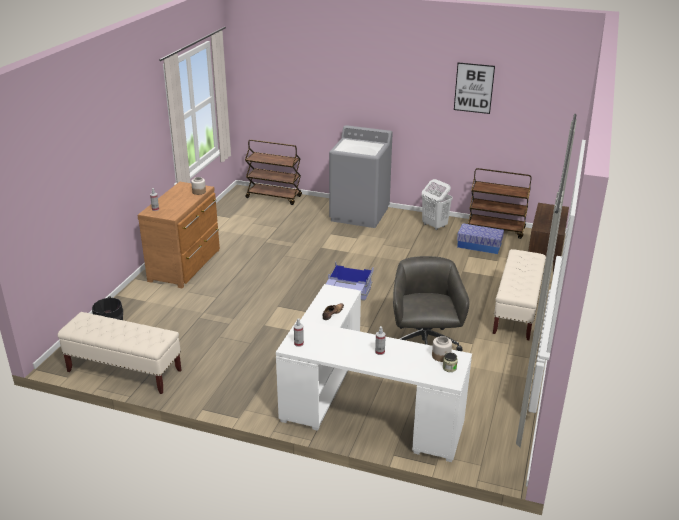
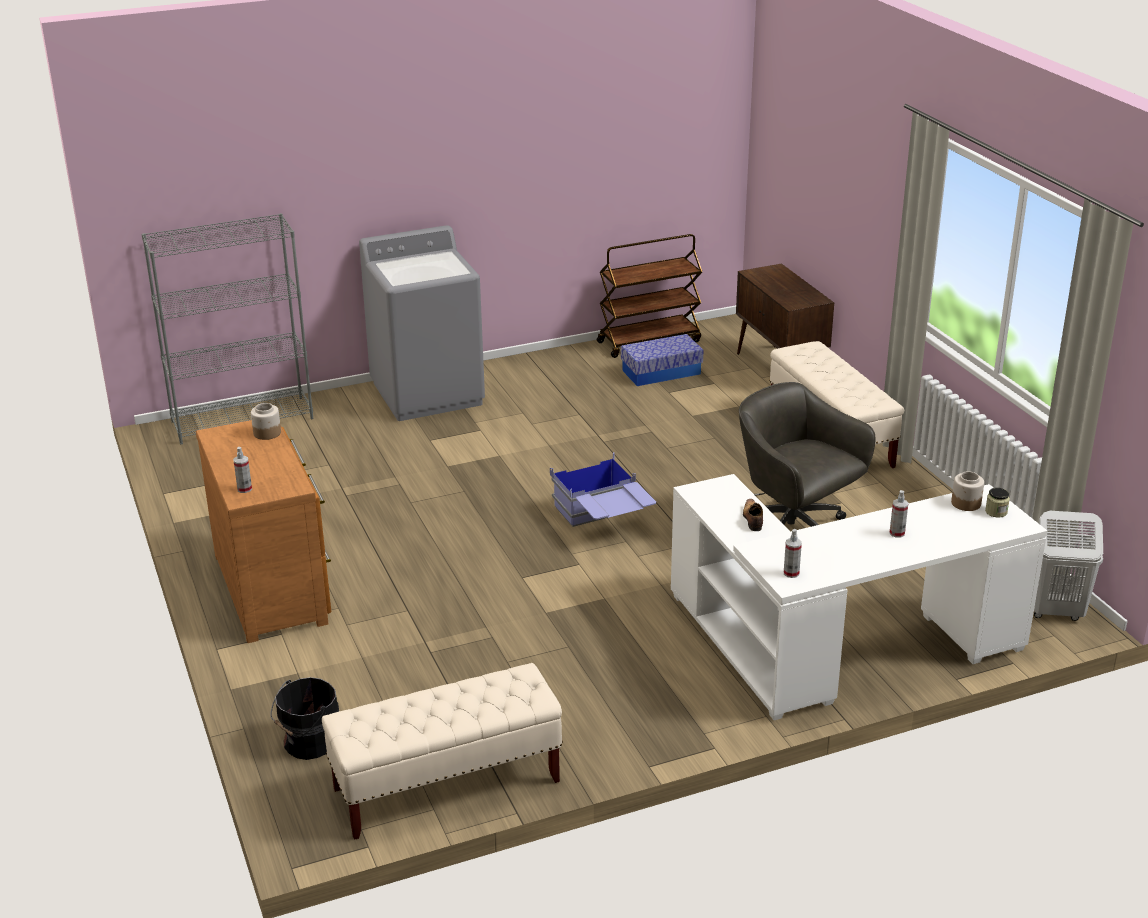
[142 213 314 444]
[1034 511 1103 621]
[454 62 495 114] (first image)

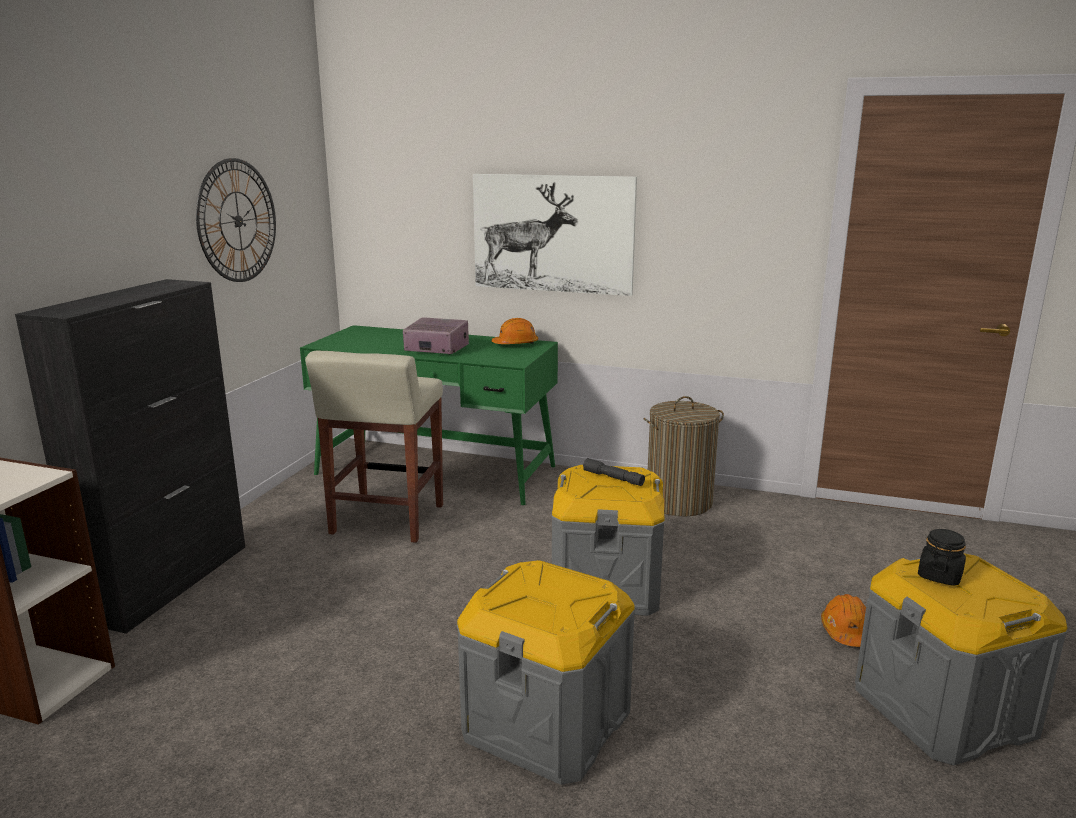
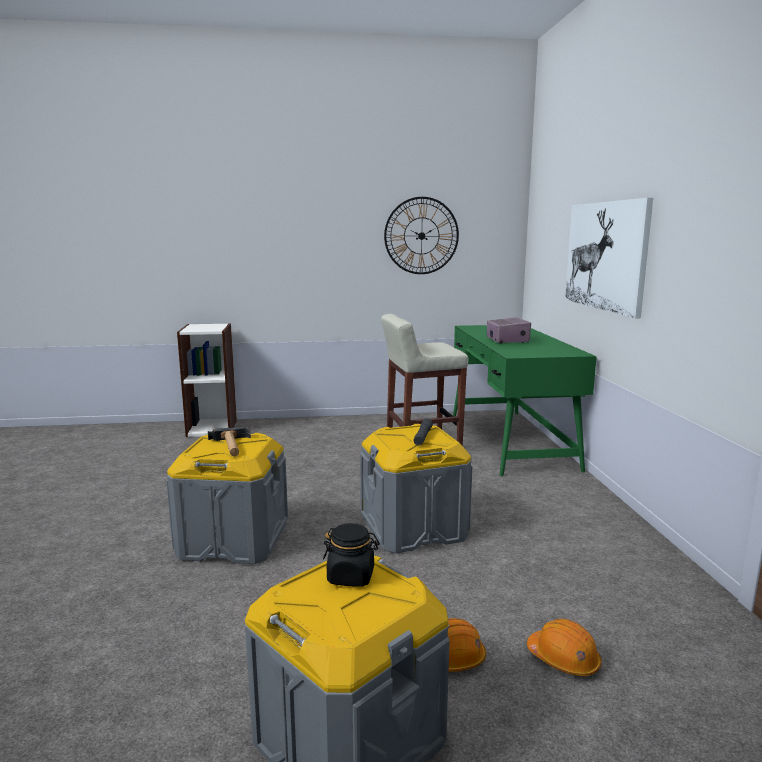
[208 427 251 456]
[527 619 602 676]
[15 279 245 634] (first image)
[644 396 724 516] (first image)

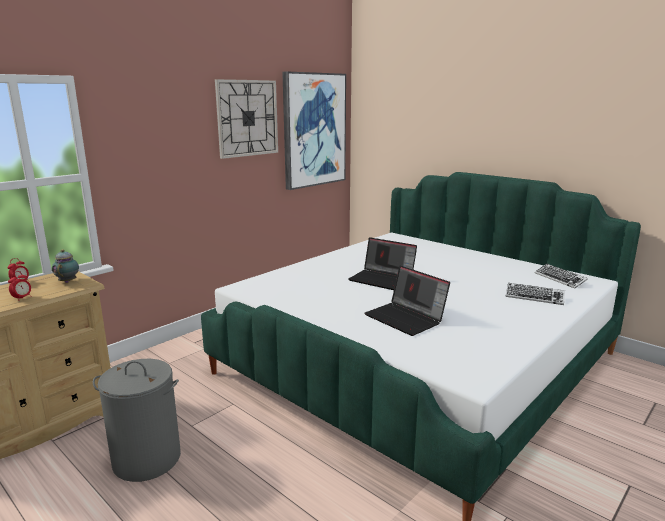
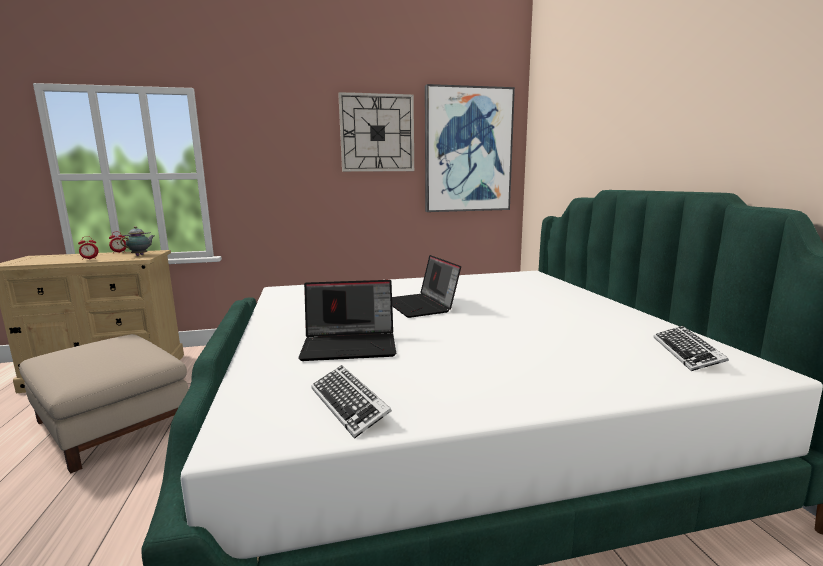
[19 334 189 473]
[298 280 396 361]
[311 366 392 439]

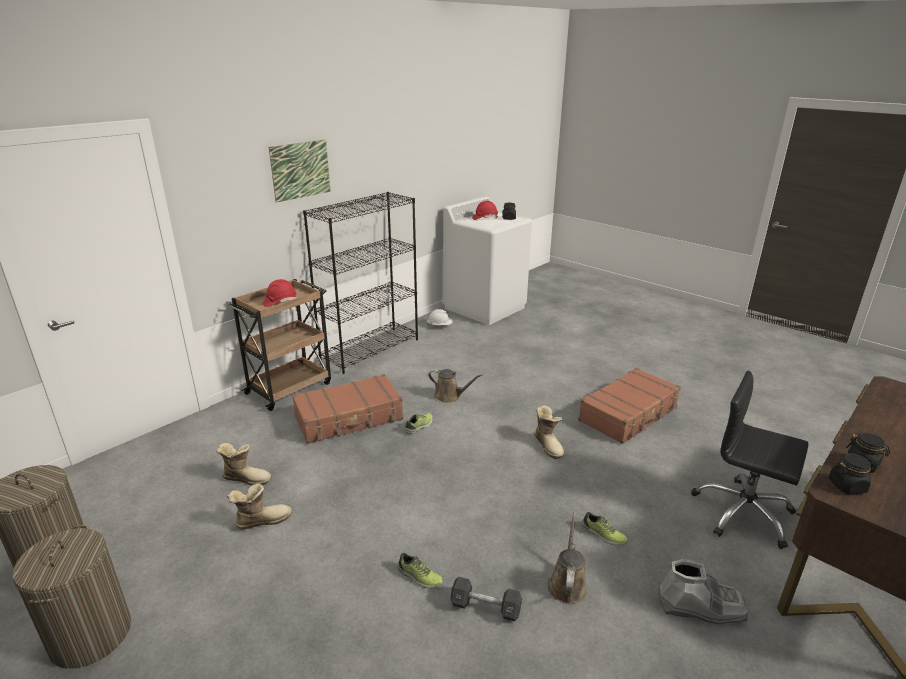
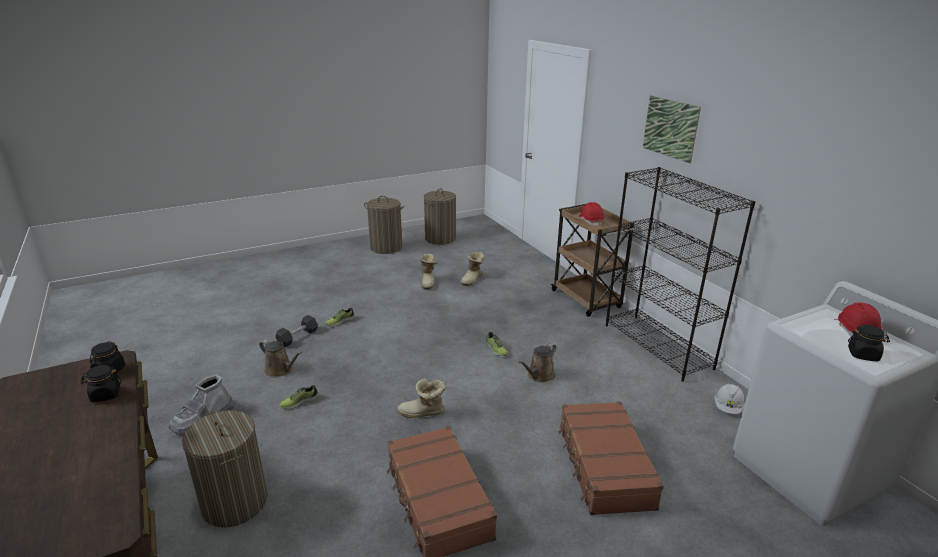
[182 410 267 528]
[558 402 664 515]

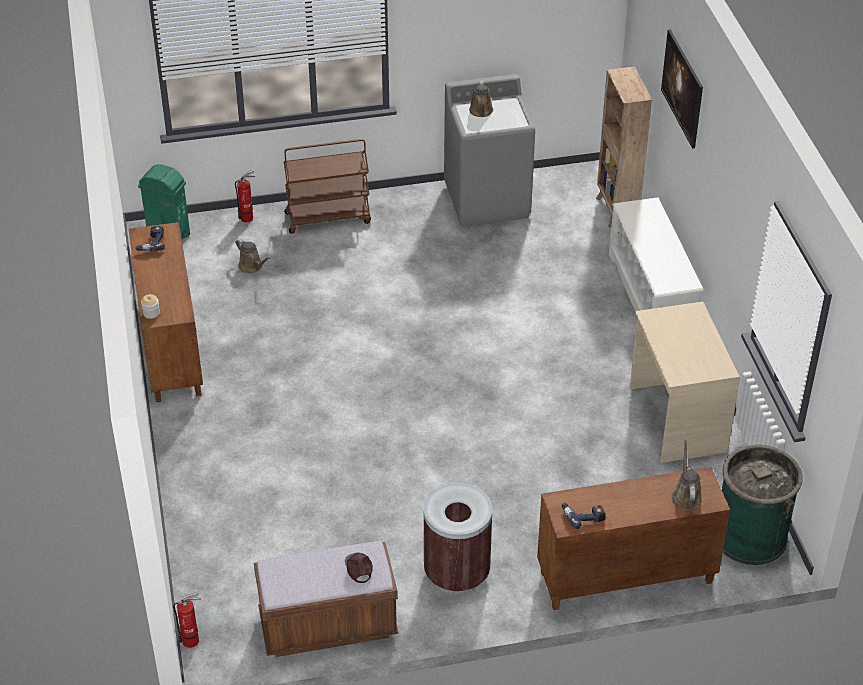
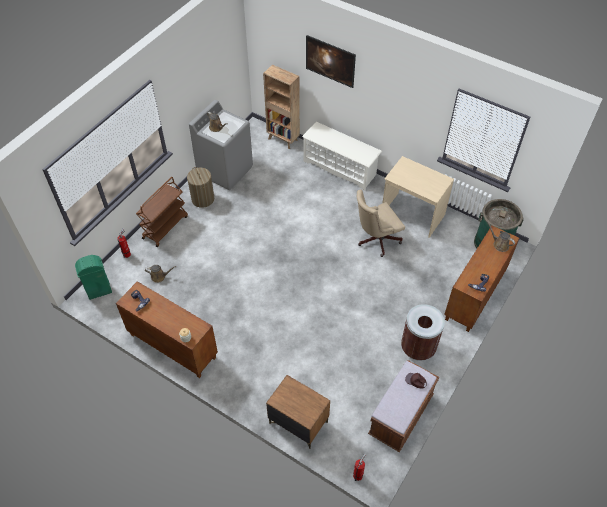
[187 167 214 208]
[266 375 330 449]
[357 189 405 257]

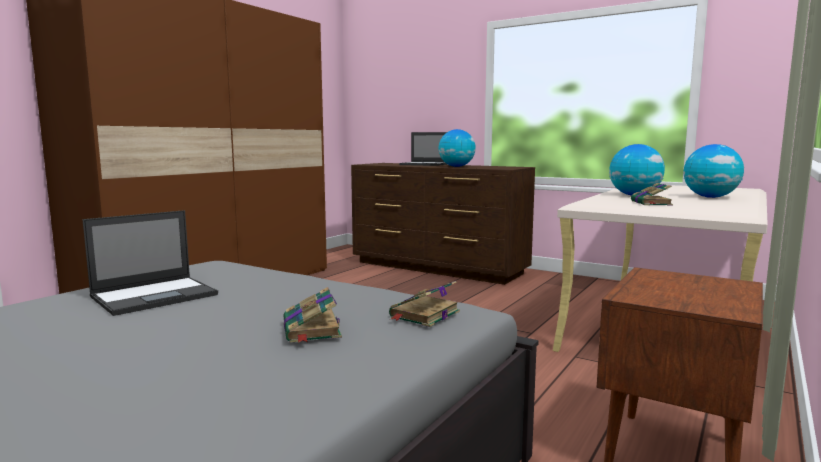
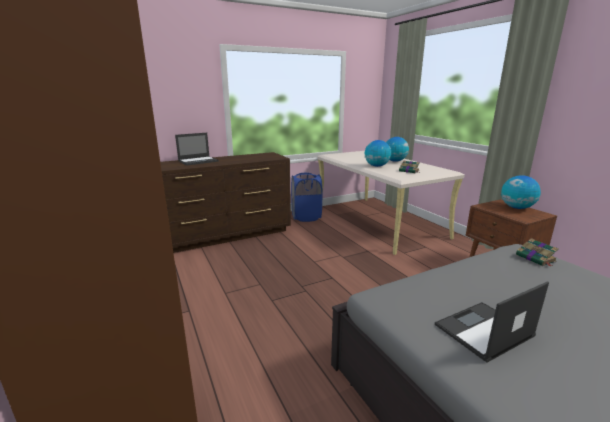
[291 172 322 222]
[435 281 549 363]
[501 175 541 209]
[284 287 342 343] (first image)

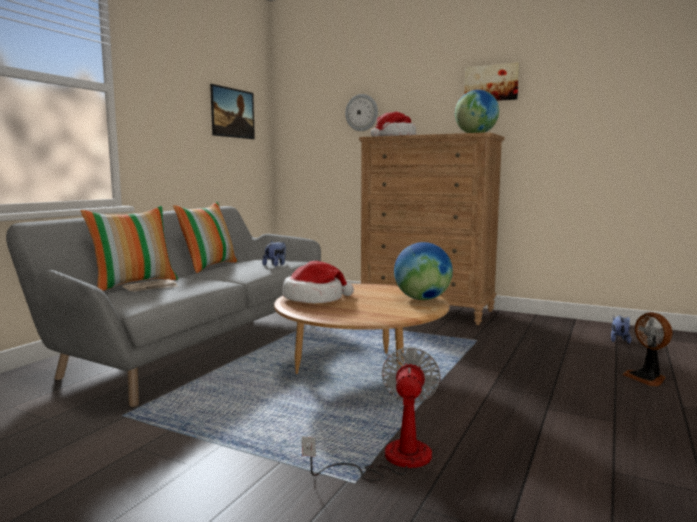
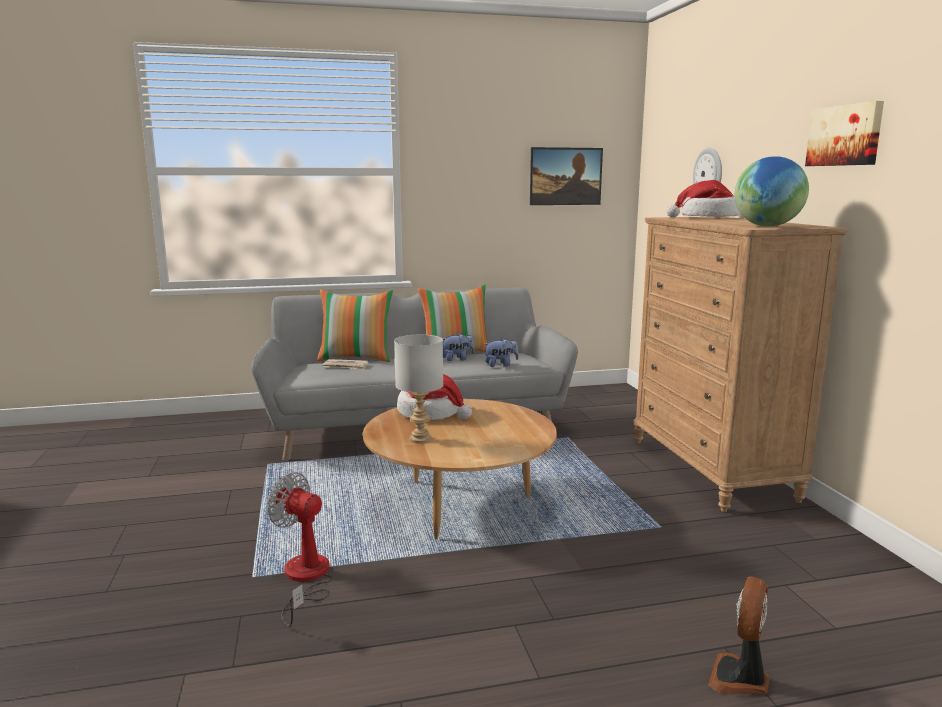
[267 472 333 627]
[394 334 443 444]
[443 332 475 361]
[394 242 453 300] (first image)

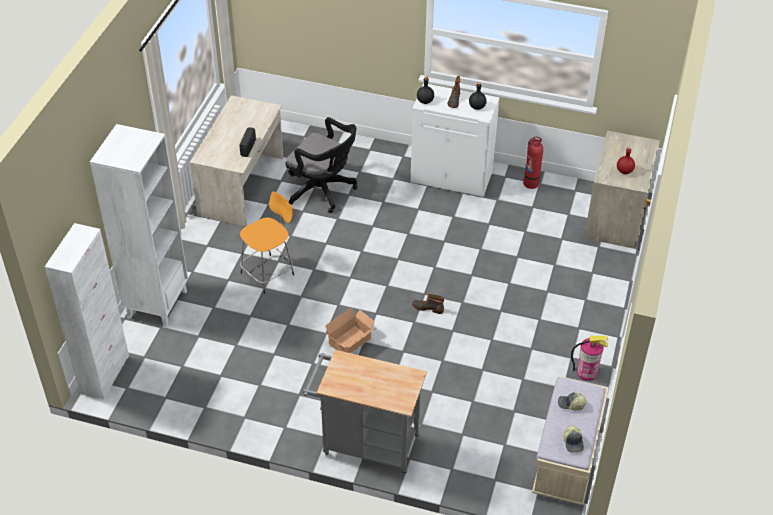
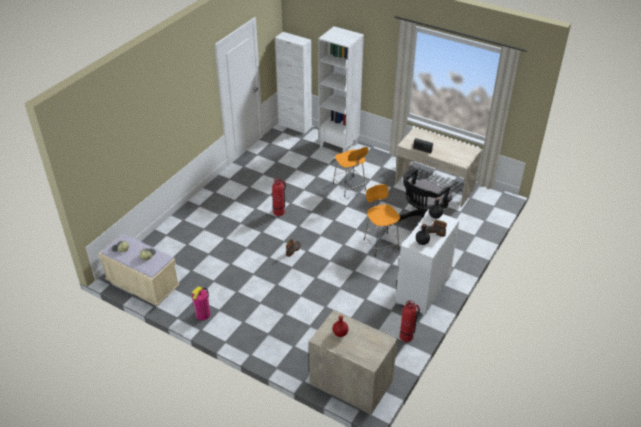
[272 178 286 216]
[364 184 400 257]
[303 350 427 475] (first image)

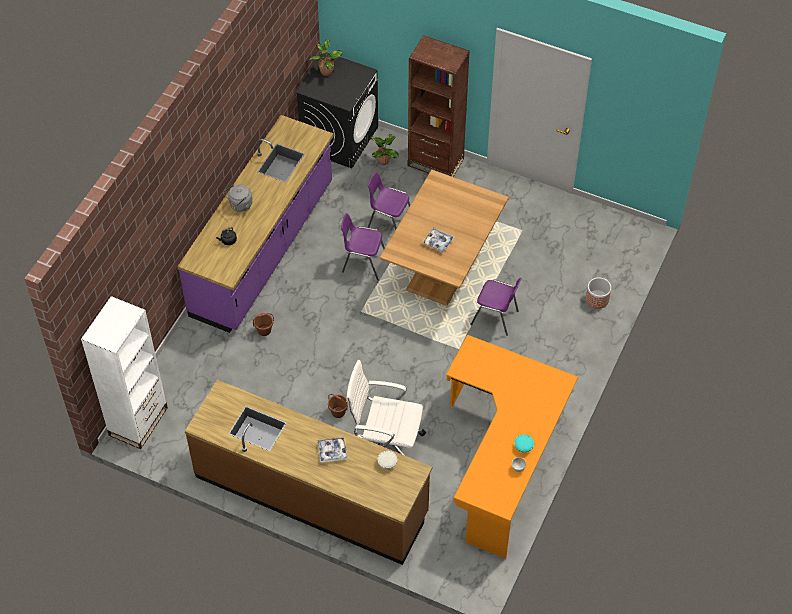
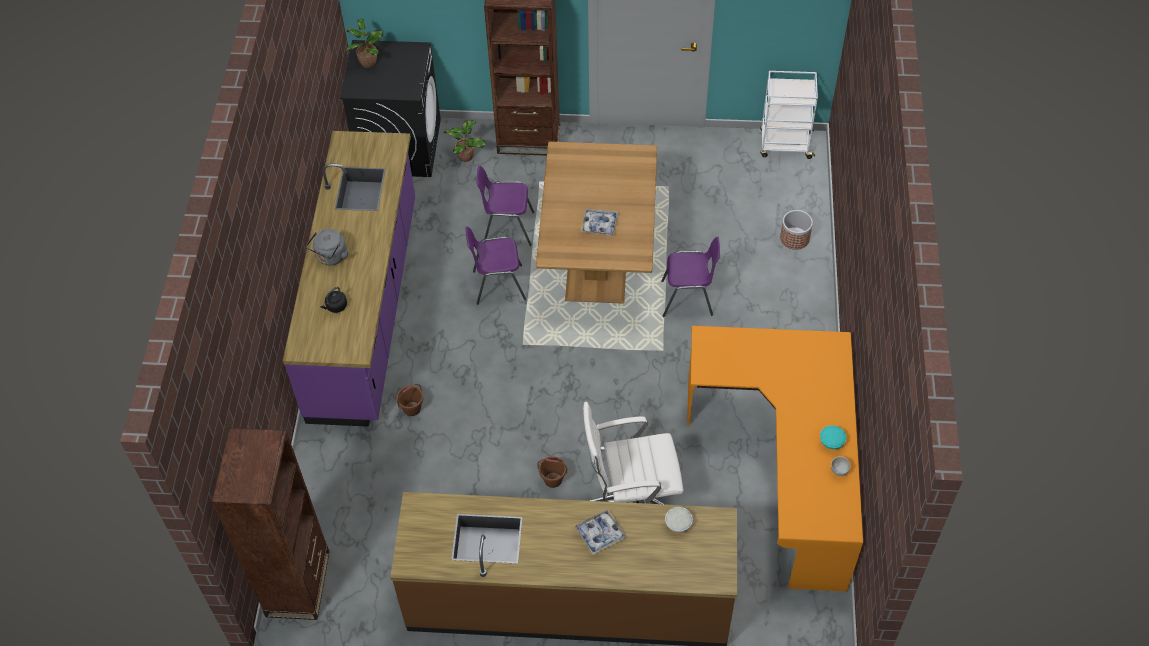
[212 428 329 620]
[760 71 818 159]

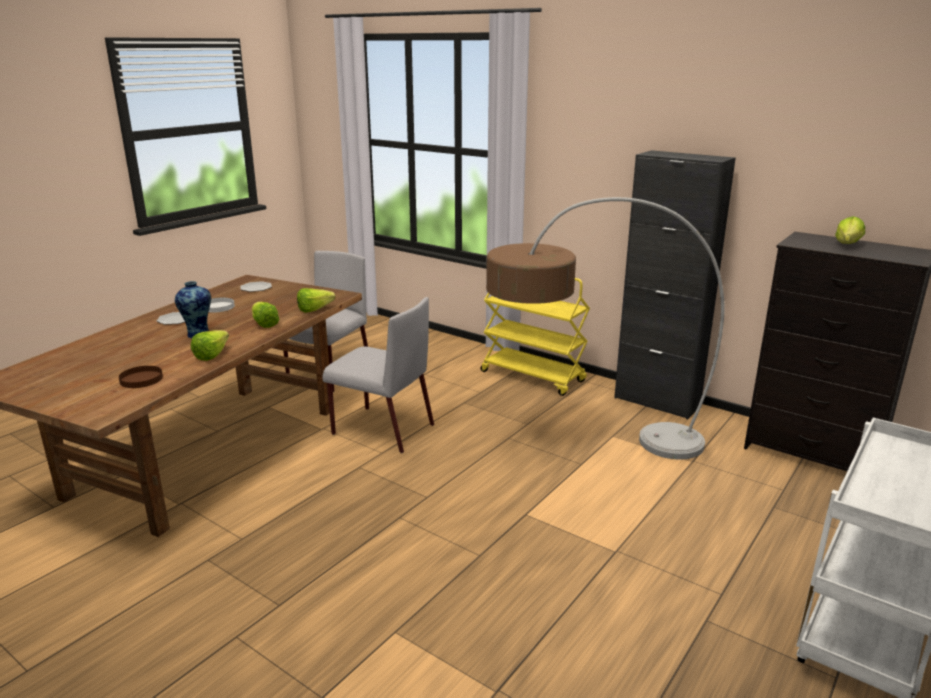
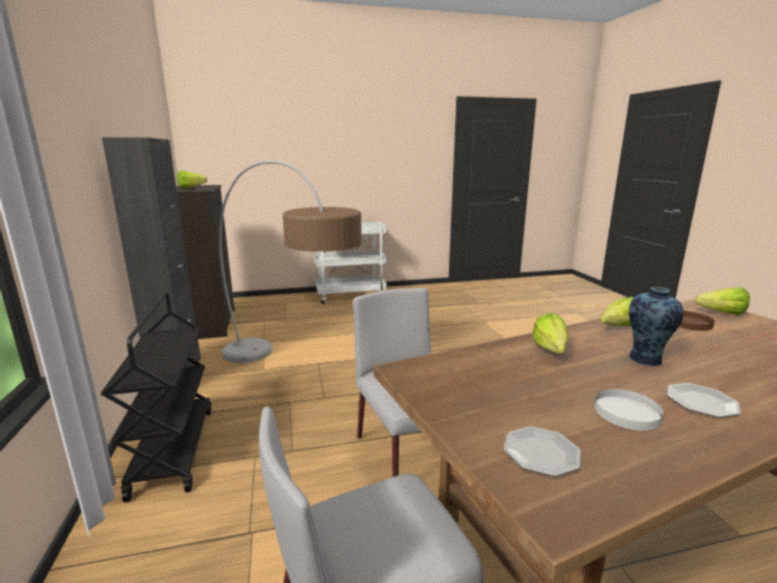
[101 293 211 502]
[695 287 750 315]

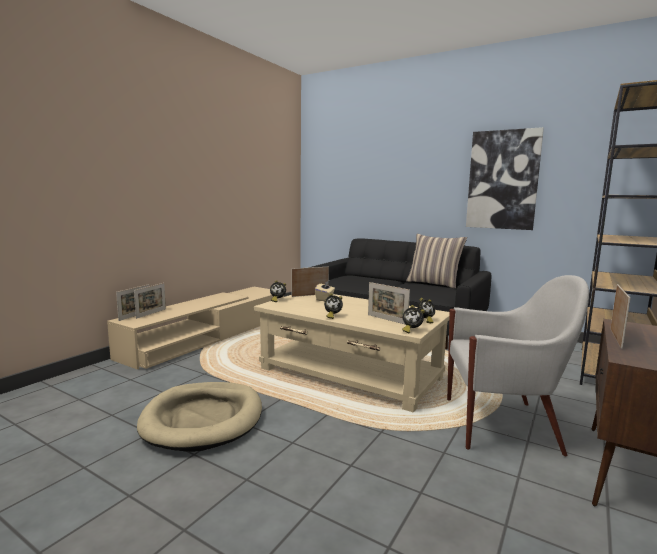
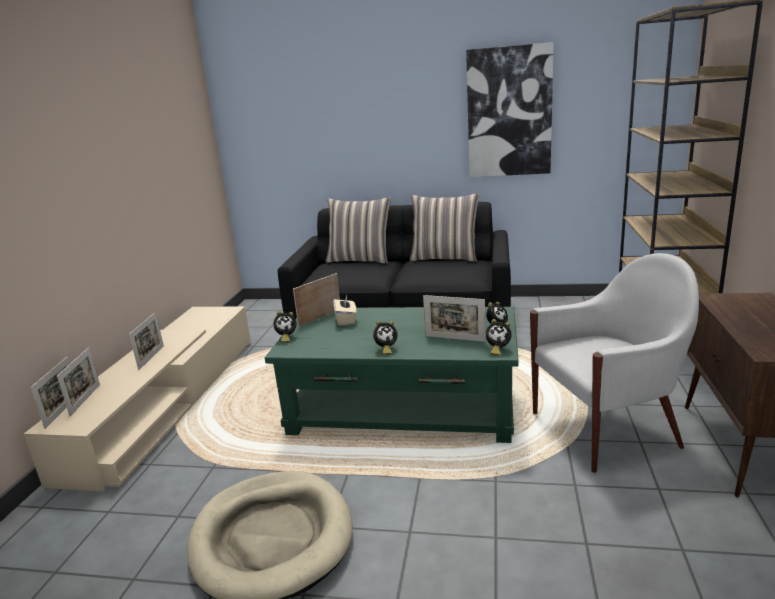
[129 312 164 370]
[265 307 519 443]
[326 197 391 264]

